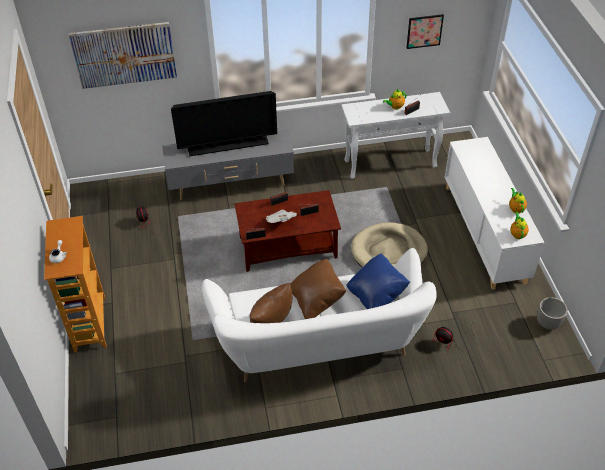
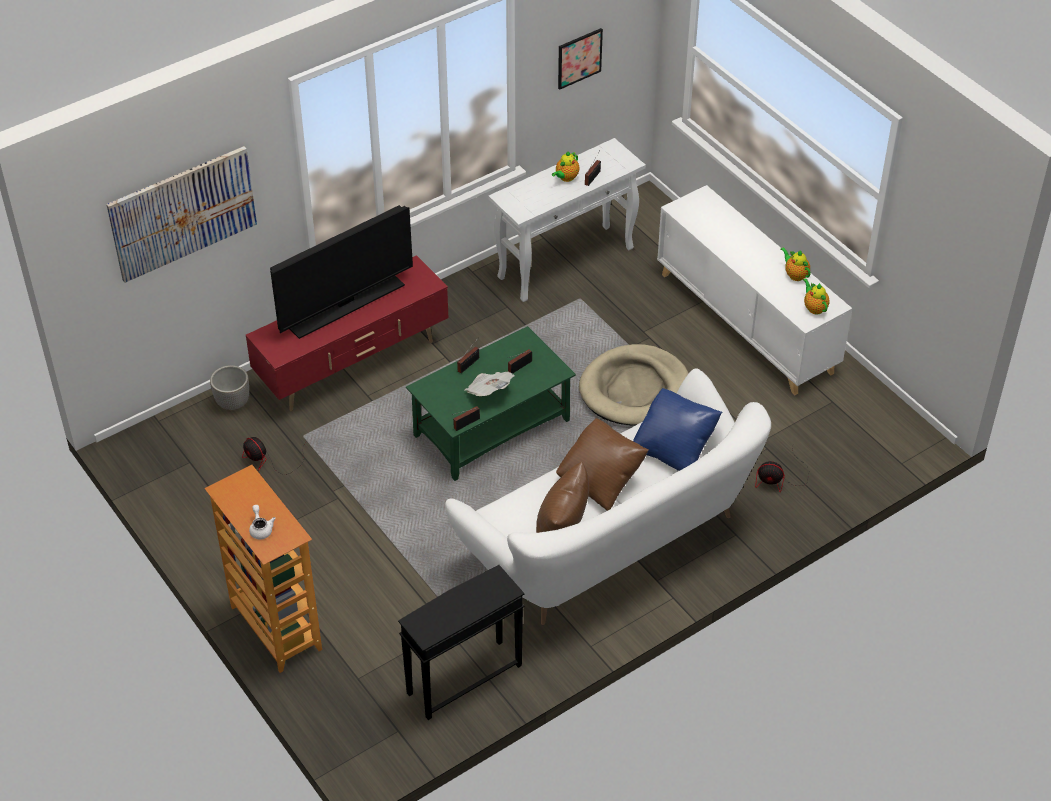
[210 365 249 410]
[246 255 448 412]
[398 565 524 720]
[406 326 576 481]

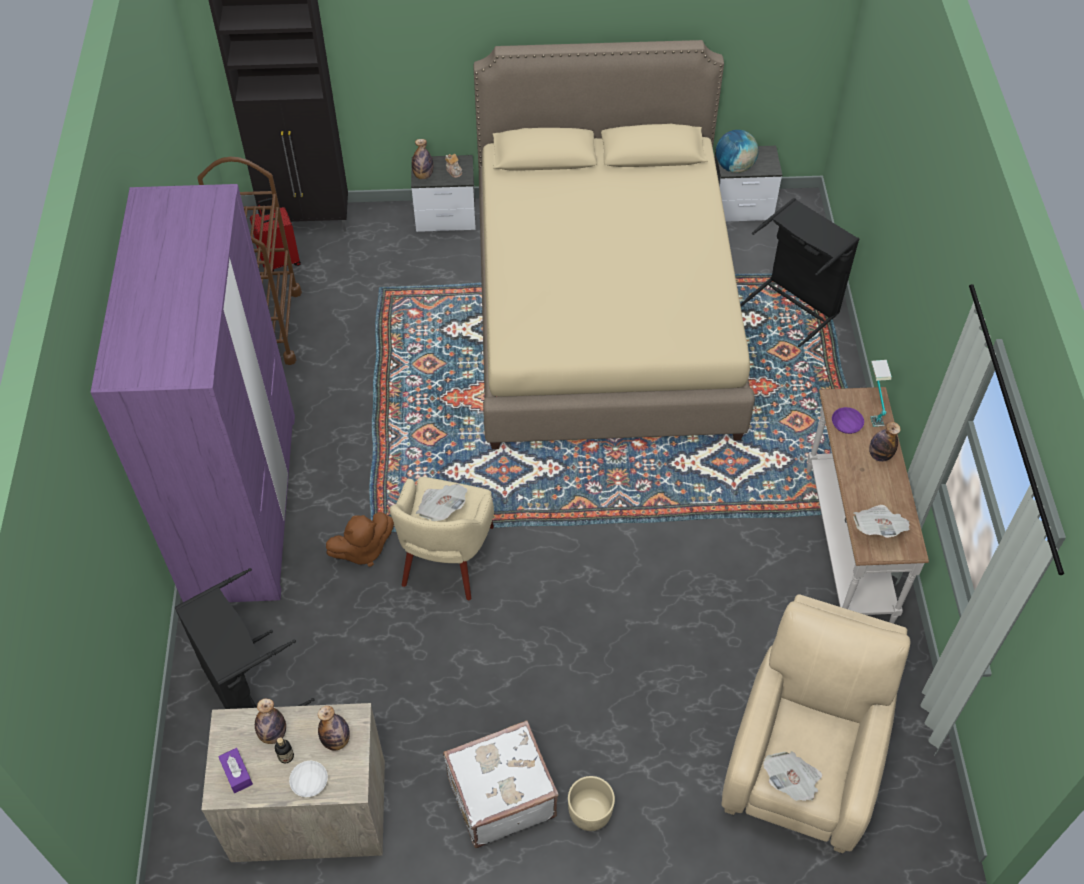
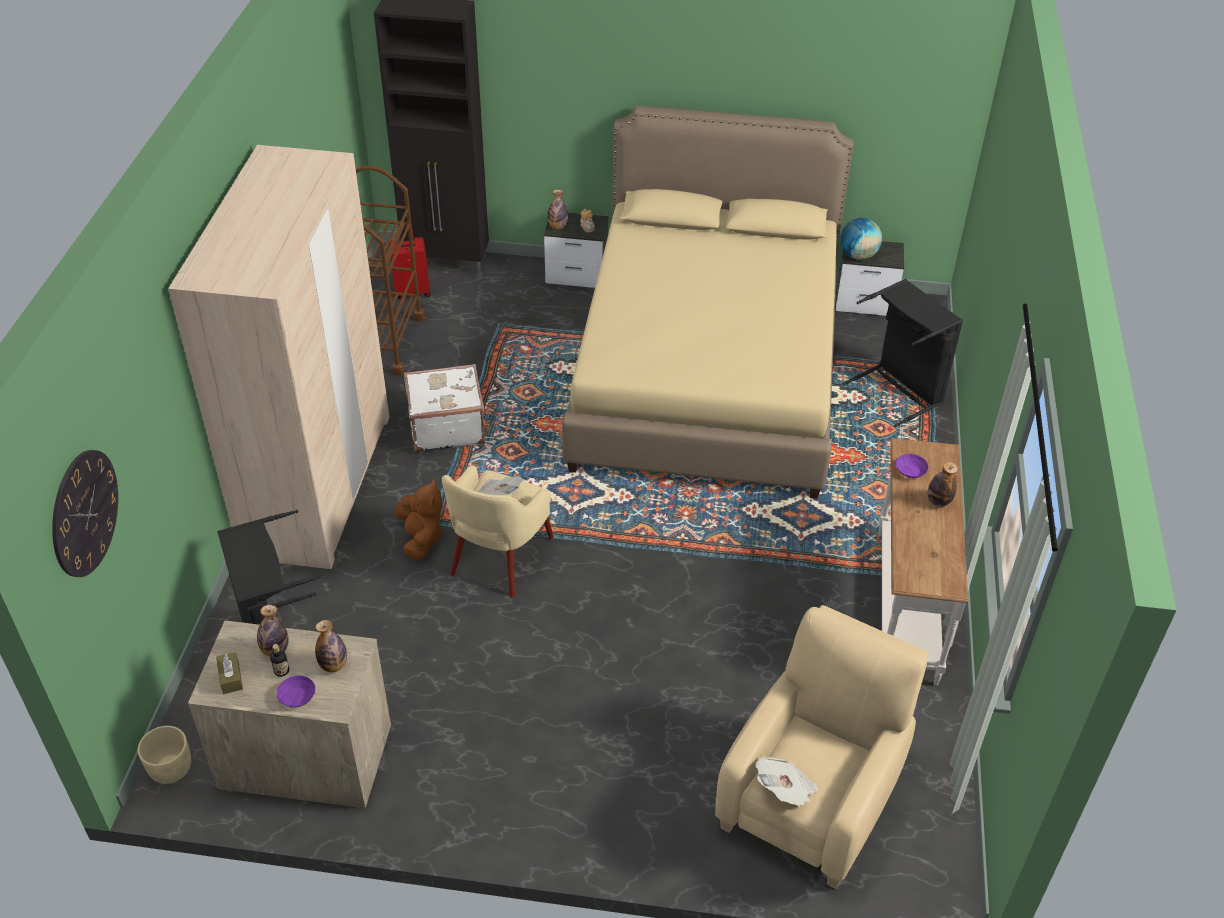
[52 450 118 577]
[138 726 191 784]
[168 145 390 569]
[216 652 243 694]
[277 676 315 707]
[395 479 443 560]
[404 364 485 453]
[853 505 910 538] (first image)
[870 360 892 427] (first image)

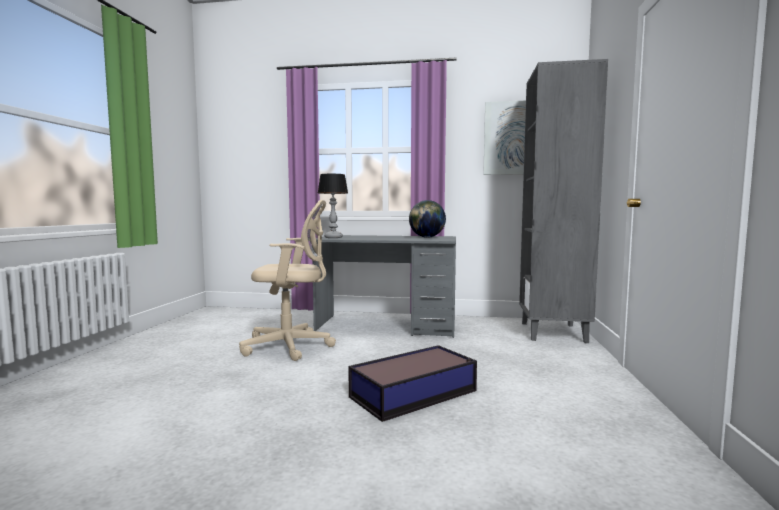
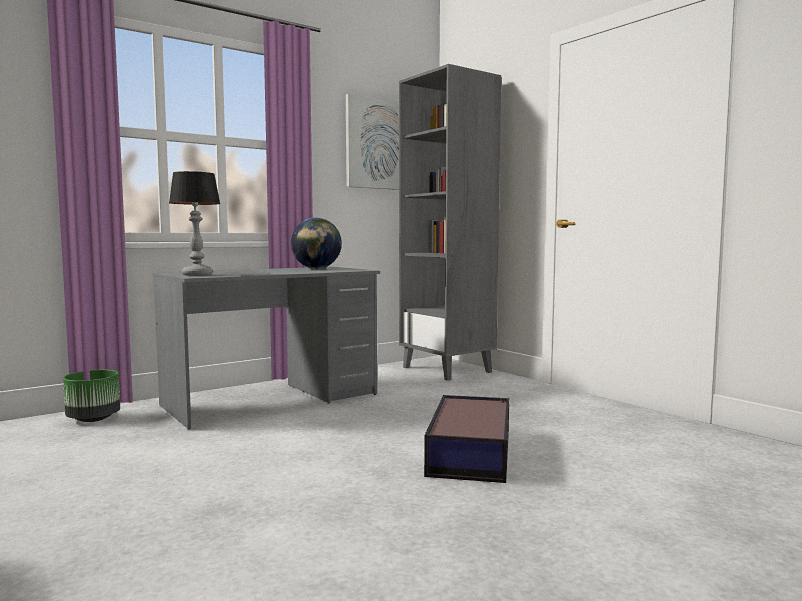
[63 370 120 422]
[239 200 336 361] (first image)

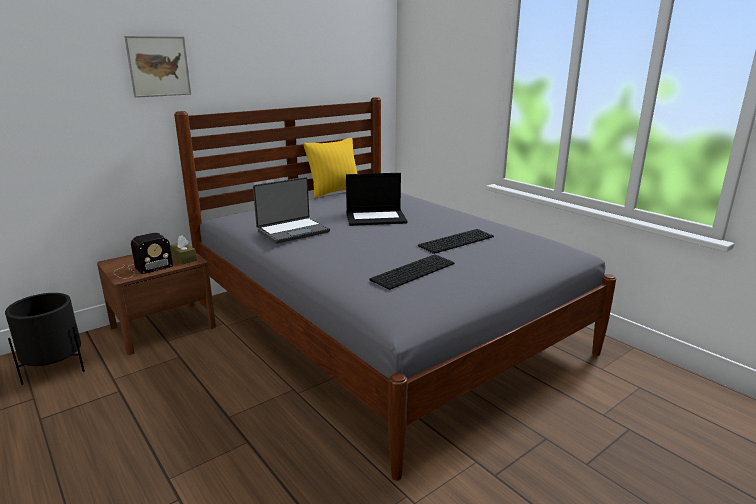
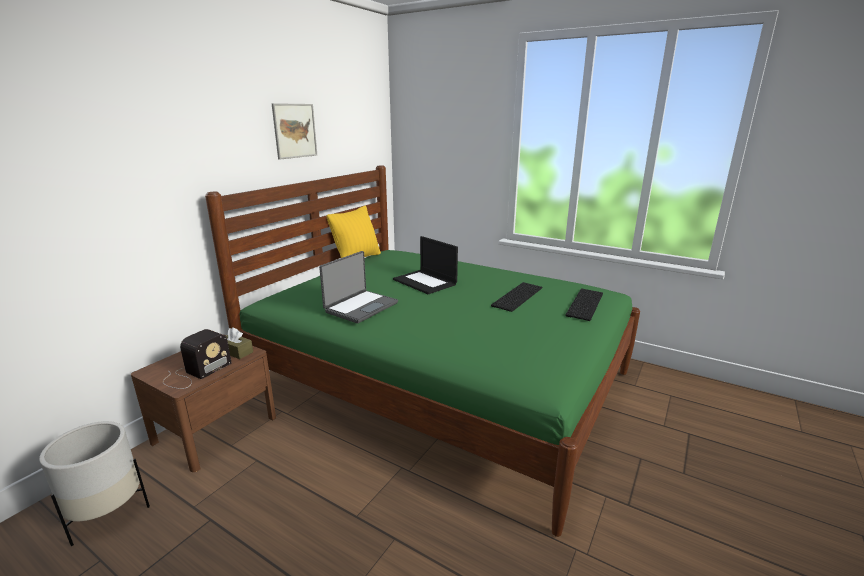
[39 421 150 546]
[205 166 640 537]
[272 103 317 160]
[393 236 458 294]
[565 288 603 321]

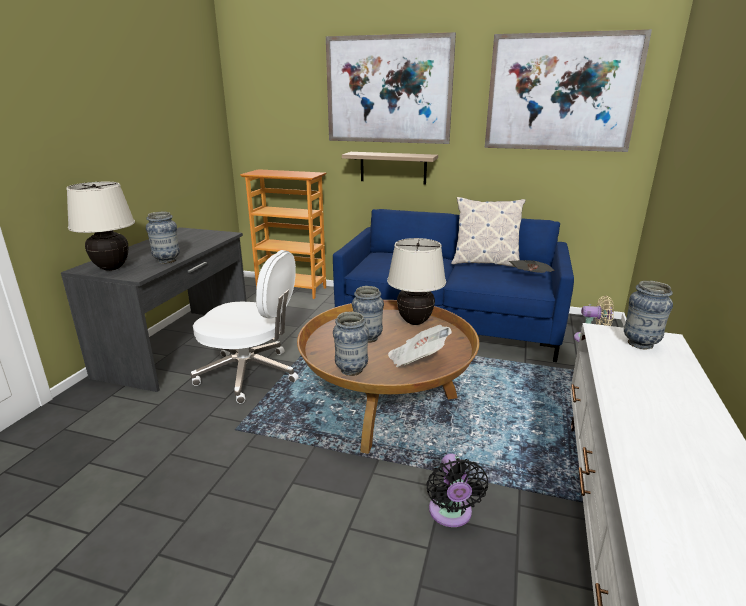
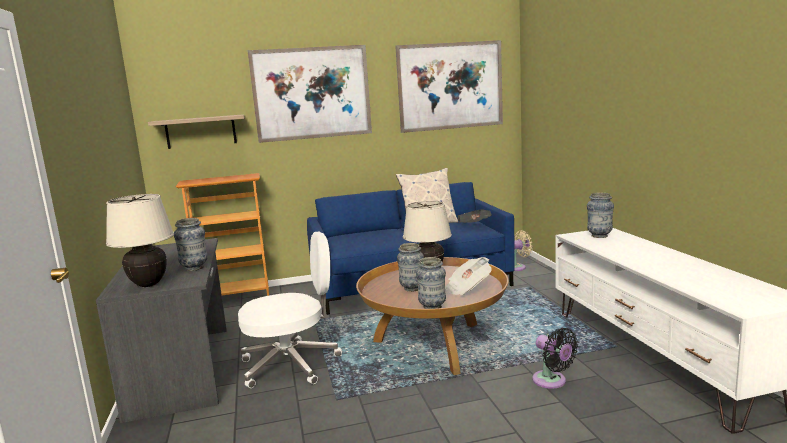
[148 114 244 149]

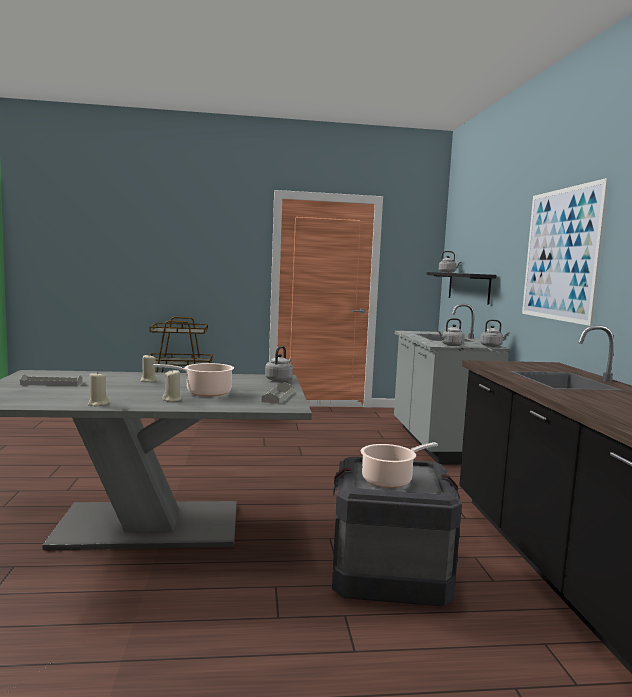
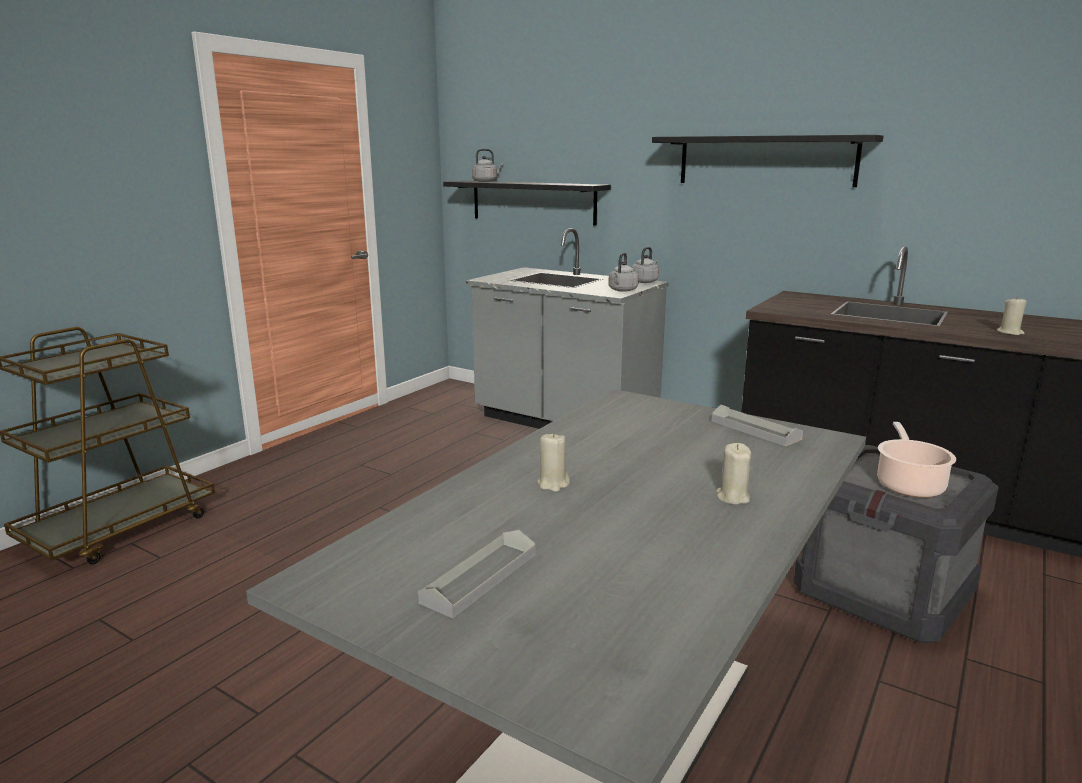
[652 135 883 187]
[997 296 1027 335]
[153 363 234 397] (first image)
[265 346 293 381] (first image)

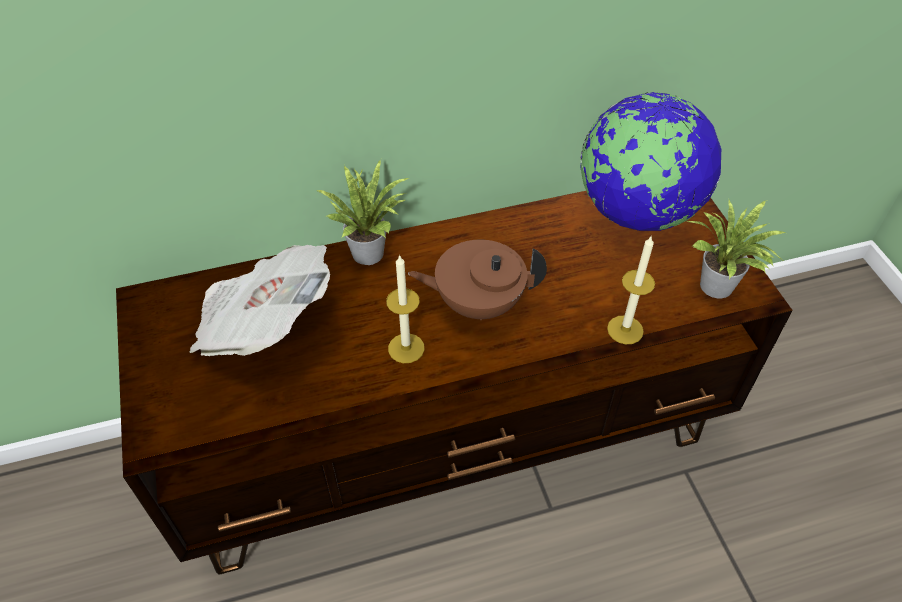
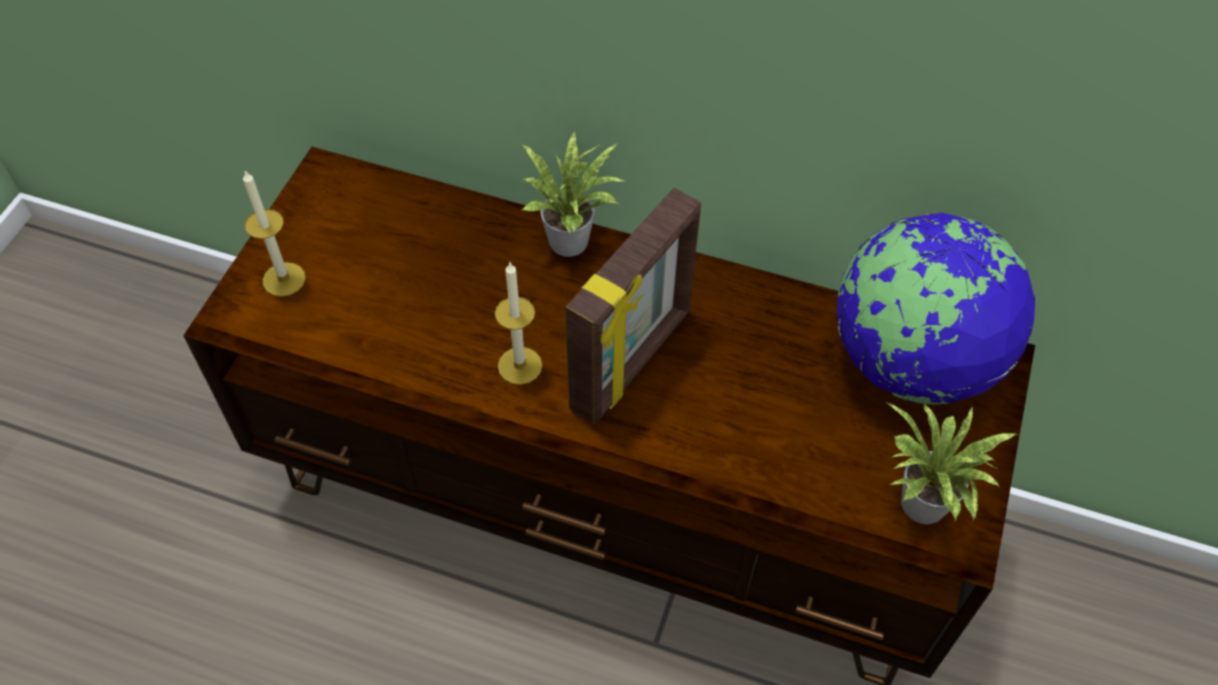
[243 171 306 297]
[566 188 701 424]
[189 245 330 356] (first image)

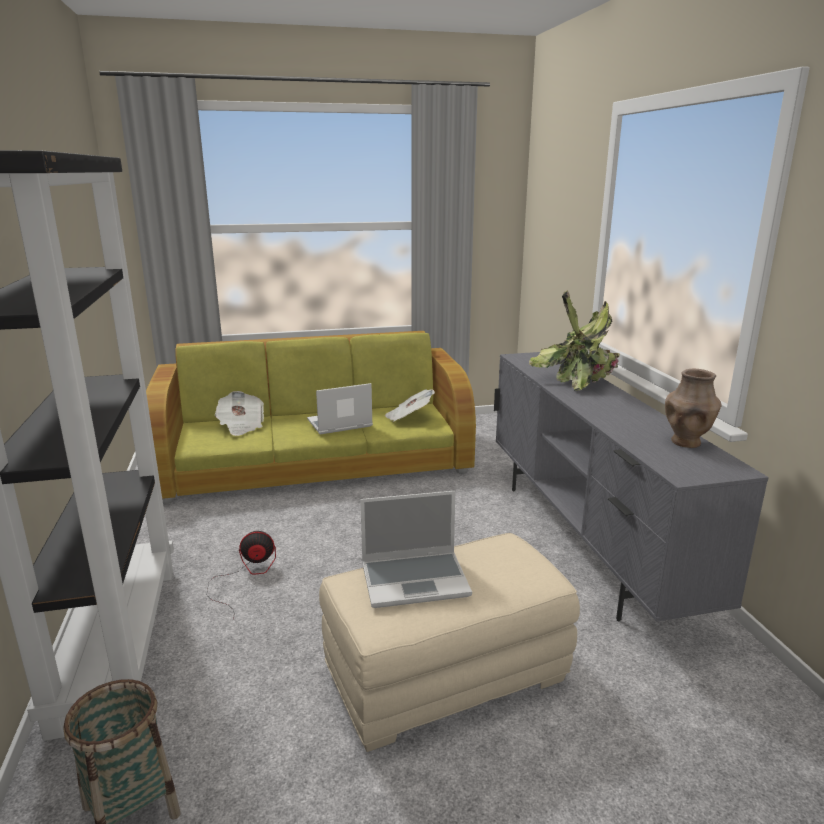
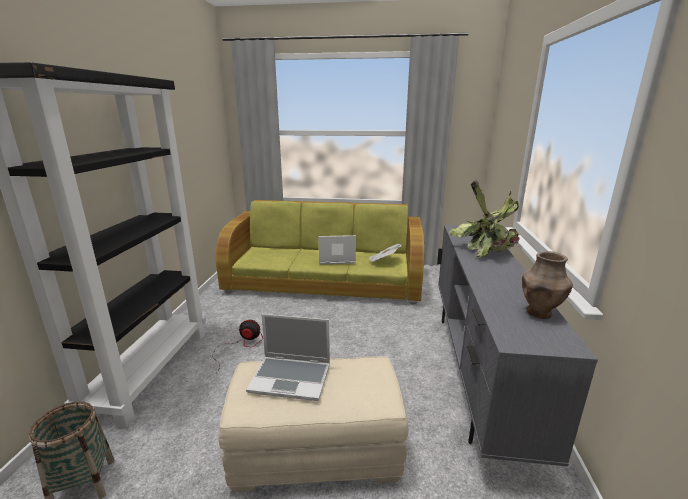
[215 391 264 436] (first image)

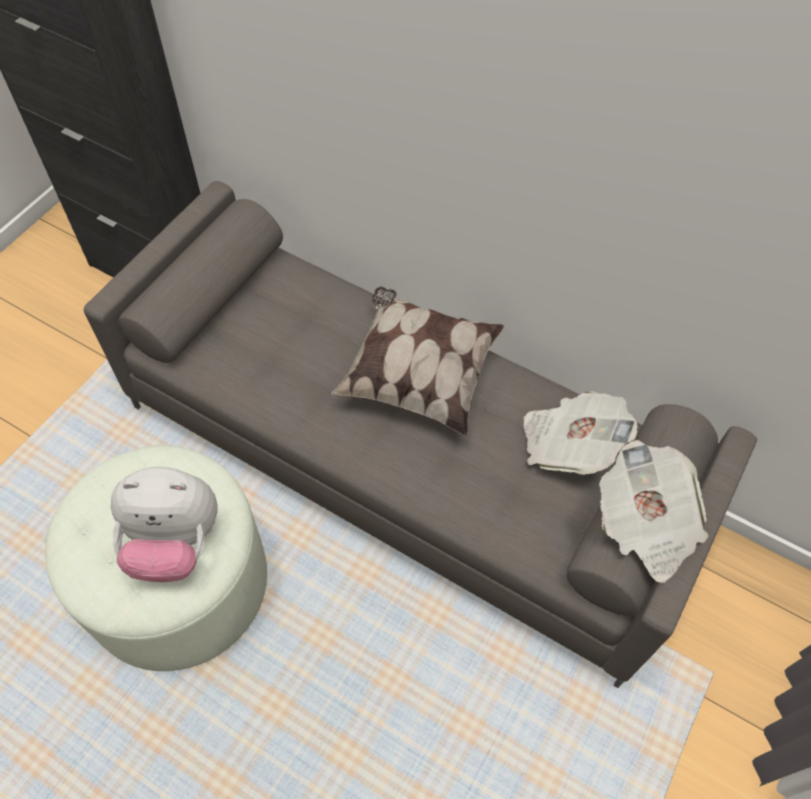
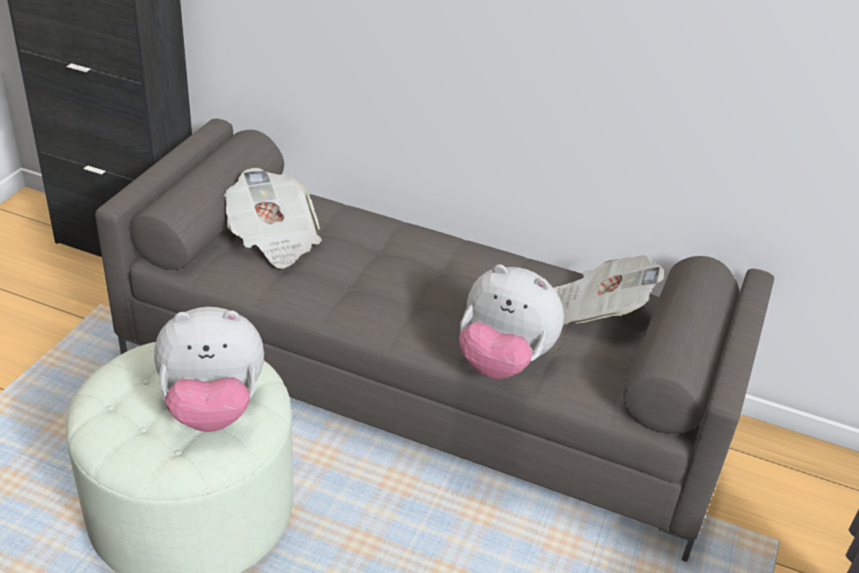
[224 168 322 269]
[459 264 564 379]
[331 287 504 436] (first image)

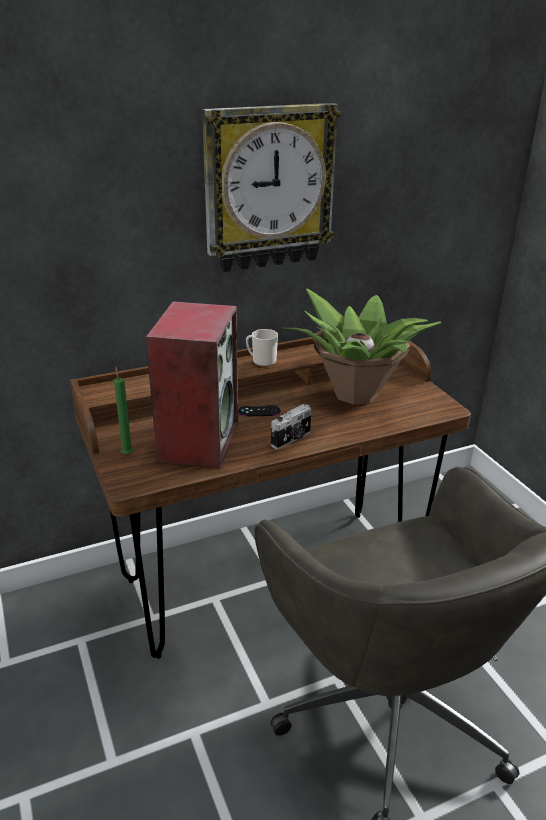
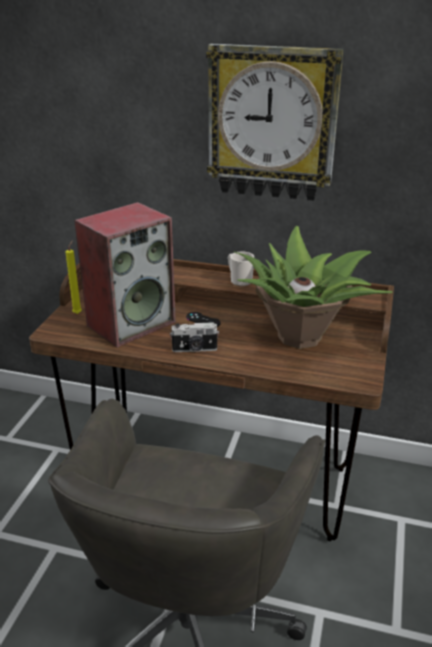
[66 240 82 314]

